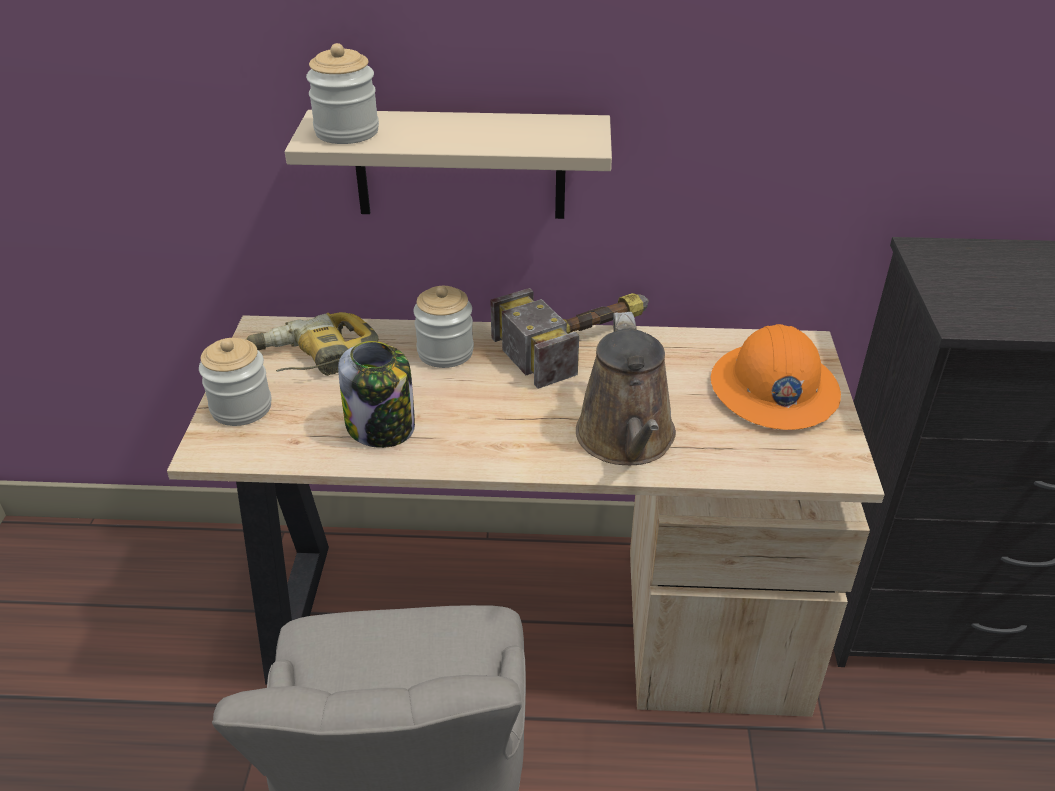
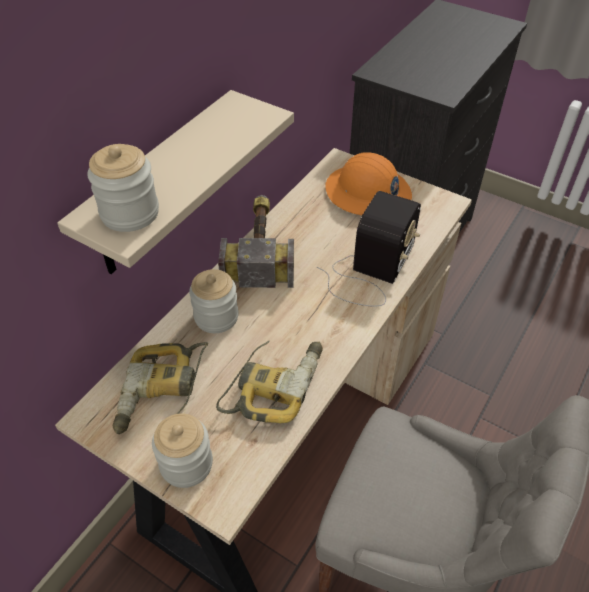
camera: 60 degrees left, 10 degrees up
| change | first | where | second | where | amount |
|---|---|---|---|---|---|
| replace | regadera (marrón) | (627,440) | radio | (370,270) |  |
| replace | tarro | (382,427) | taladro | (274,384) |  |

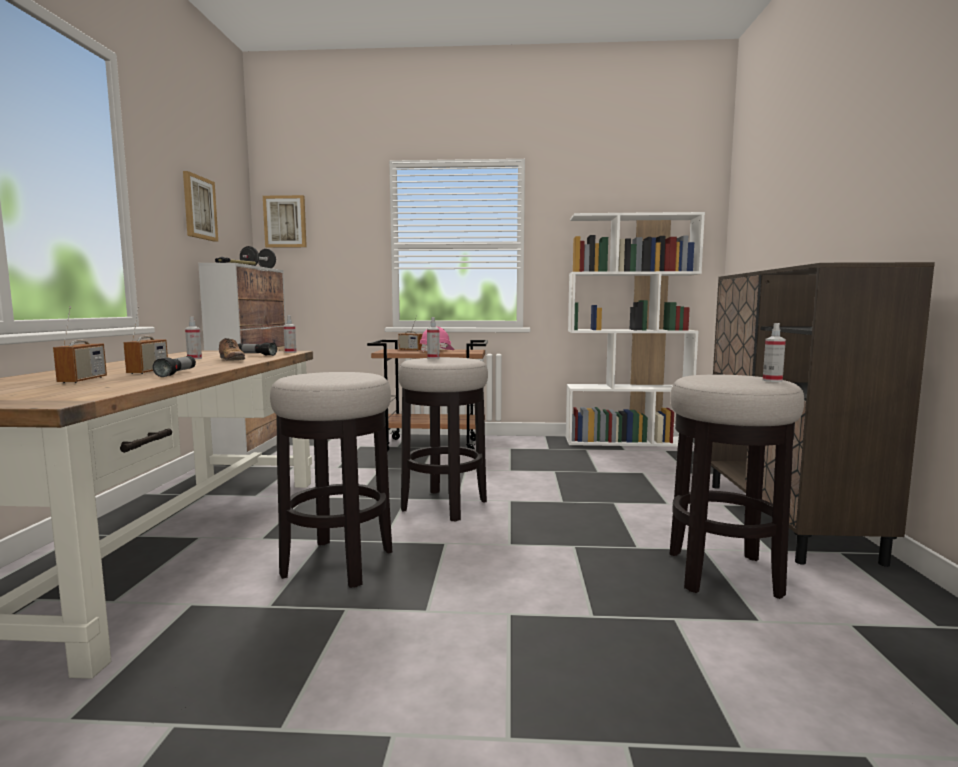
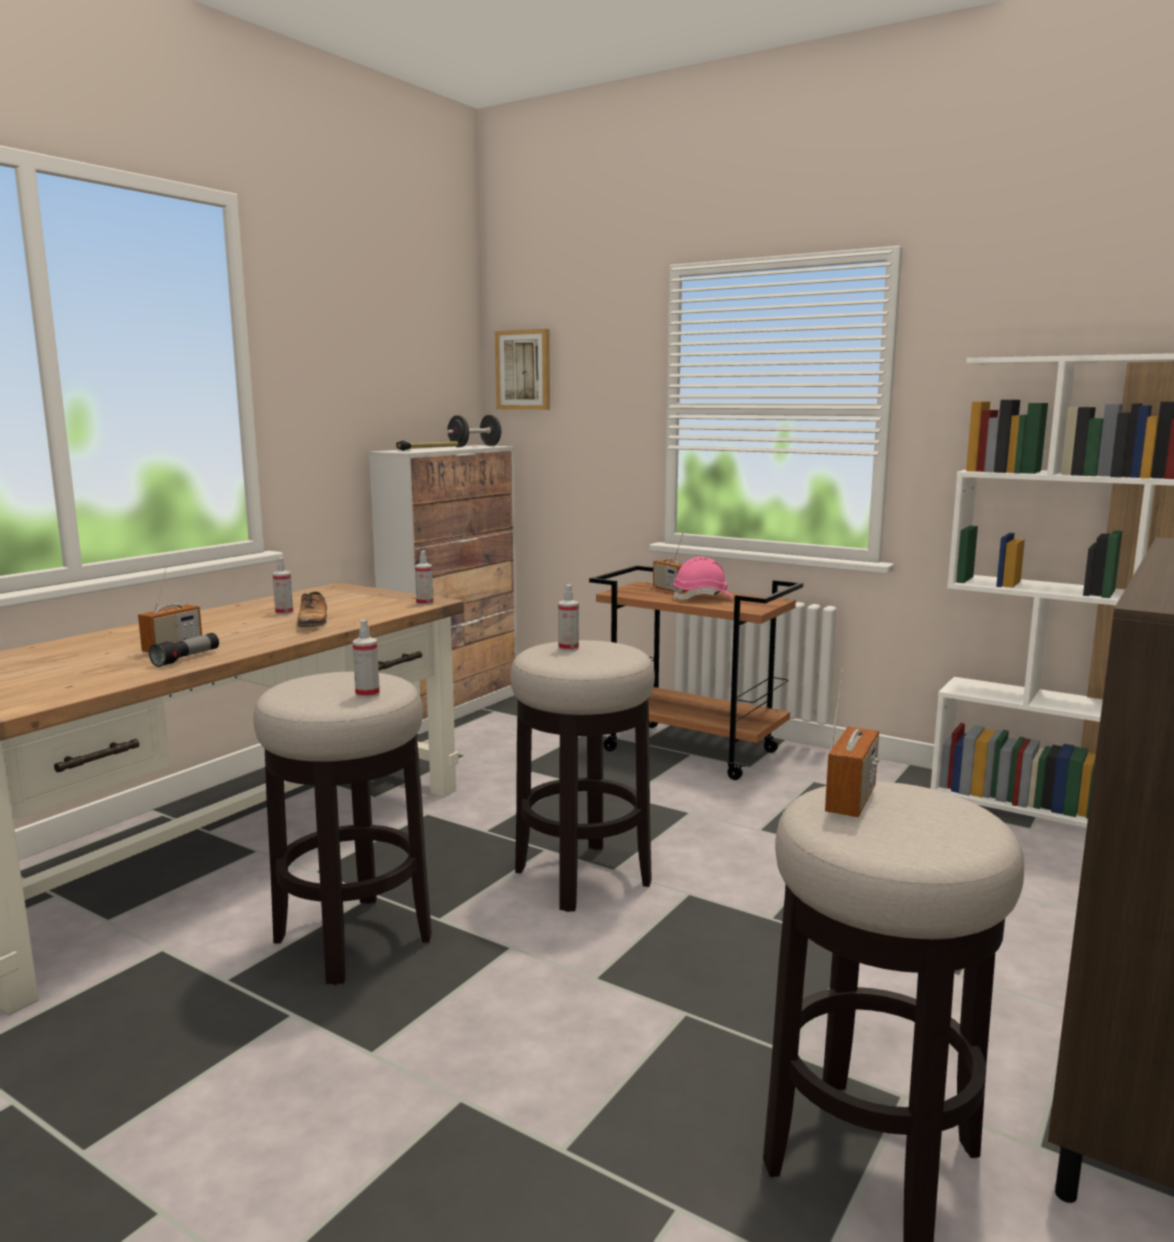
camera: 30 degrees right, 5 degrees up
| change | first | where | second | where | amount |
|---|---|---|---|---|---|
| delete | cuadro | (199,208) |  |  |  |
| move | radio | (83,380) |  | (850,800) |  |
| move | pulverizador | (772,380) |  | (367,694) |  |
| delete | linterna | (256,355) |  |  |  |

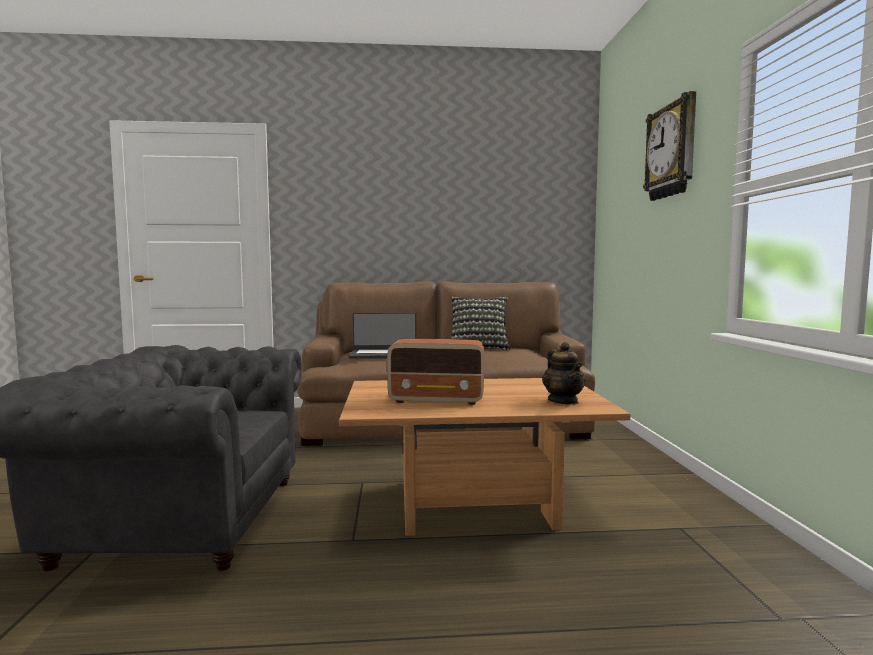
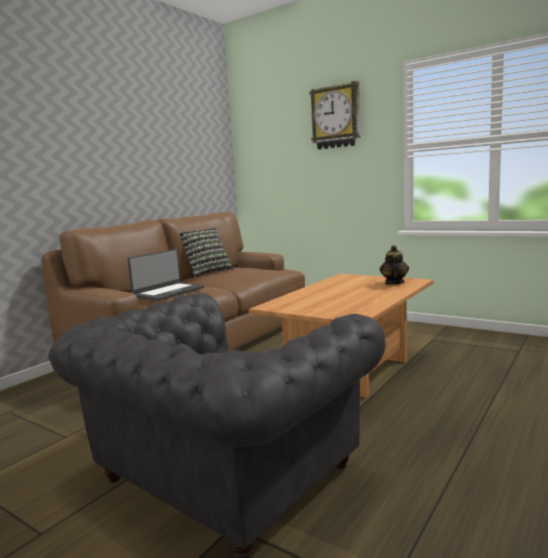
camera: 50 degrees left, 5 degrees up
| change | first | where | second | where | amount |
|---|---|---|---|---|---|
| delete | radio | (438,400) |  |  |  |
| rotate | tetera | (563,401) |  | (394,283) | 105 degrees counterclockwise |

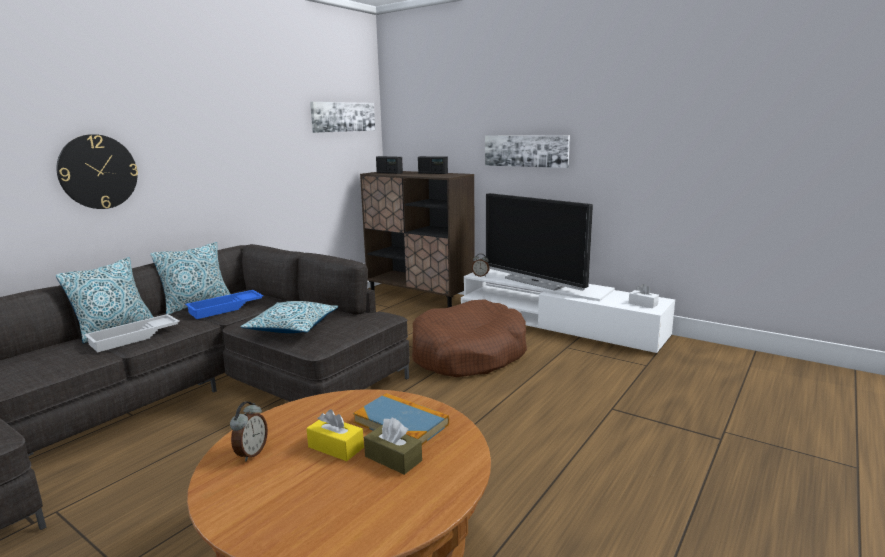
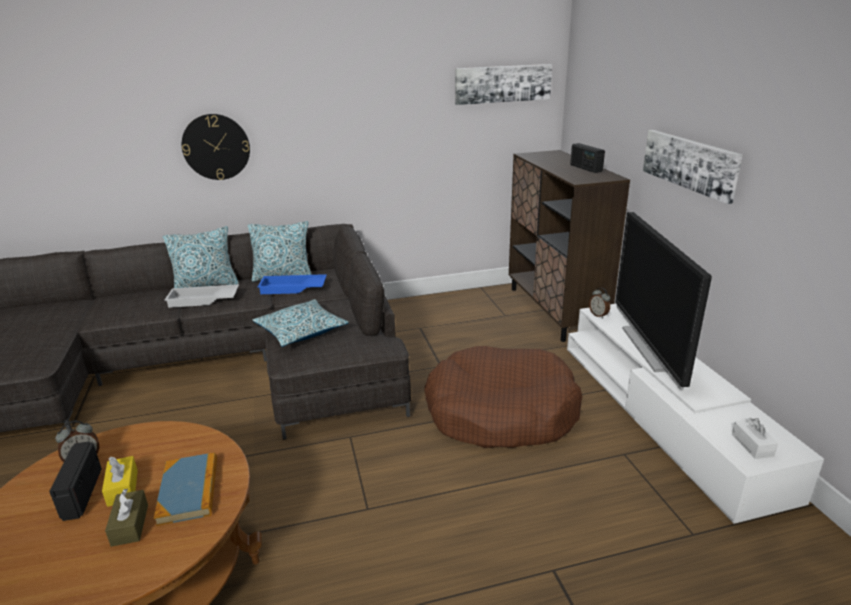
camera: 40 degrees right, 10 degrees up
| change | first | where | second | where | amount |
|---|---|---|---|---|---|
| move | radio | (389,173) |  | (81,494) |  |

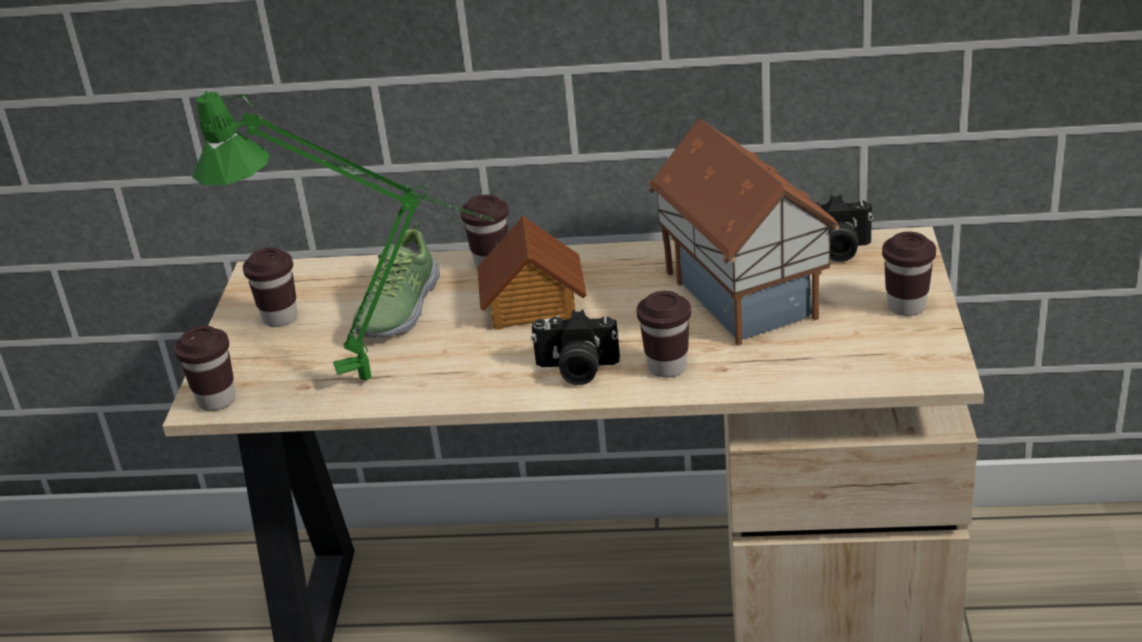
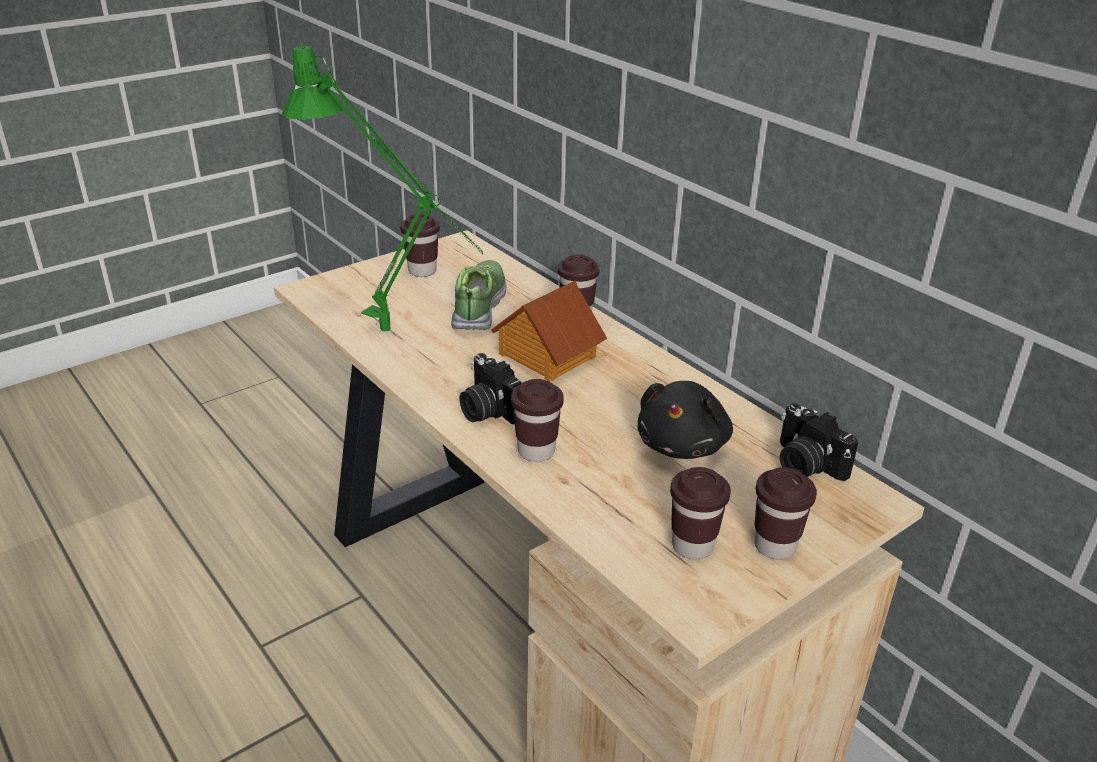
camera: 45 degrees right, 0 degrees up
| change | first | where | second | where | amount |
|---|---|---|---|---|---|
| replace | casita | (745,292) | peluche (negro) | (683,445) |  |
| rotate | zapato | (397,309) |  | (479,306) | 120 degrees clockwise |
| move | taza (marrón) | (216,400) |  | (692,546) |  |

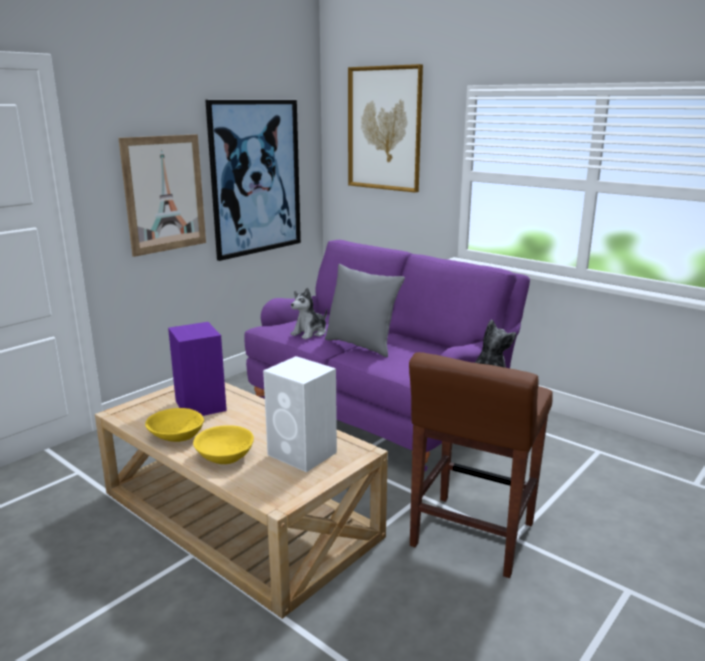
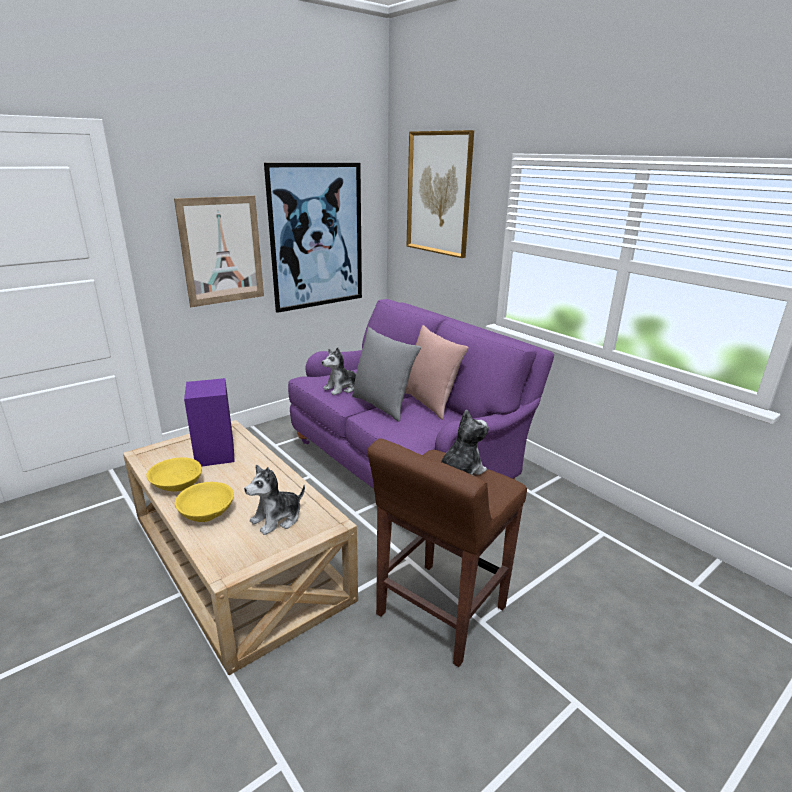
camera: 10 degrees right, 5 degrees up
| change | first | where | second | where | amount |
|---|---|---|---|---|---|
| replace | altavoz (blanco) | (303,454) | peluche | (277,519) |  |
| insert |  |  | cojín (rosa) | (430,403) |  |

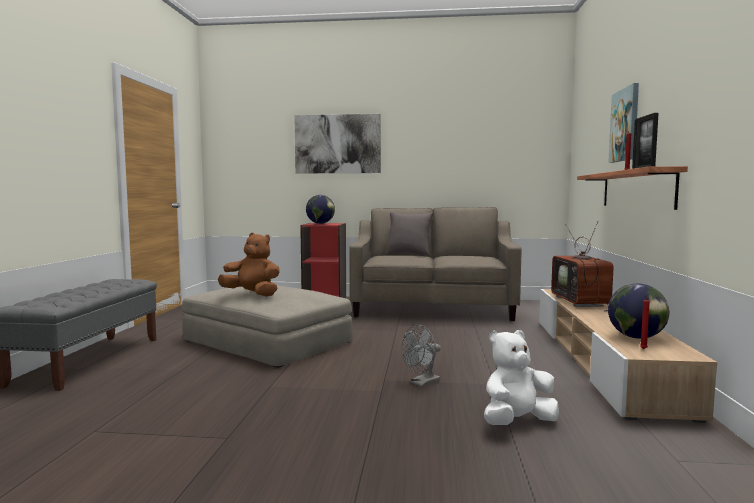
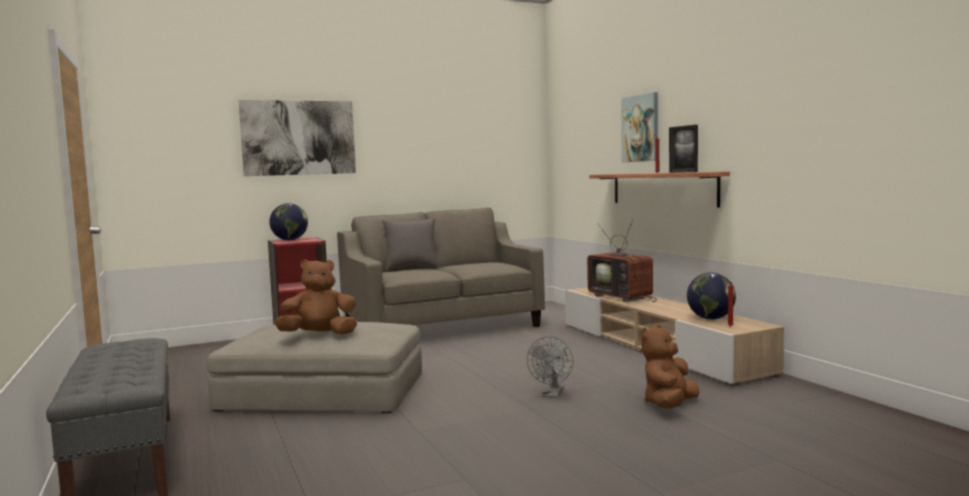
camera: 30 degrees left, 0 degrees up
| change | first | where | second | where | amount |
|---|---|---|---|---|---|
| recolor | peluche (blanco) | (517,422) | peluche (marrón) | (669,405) |  |

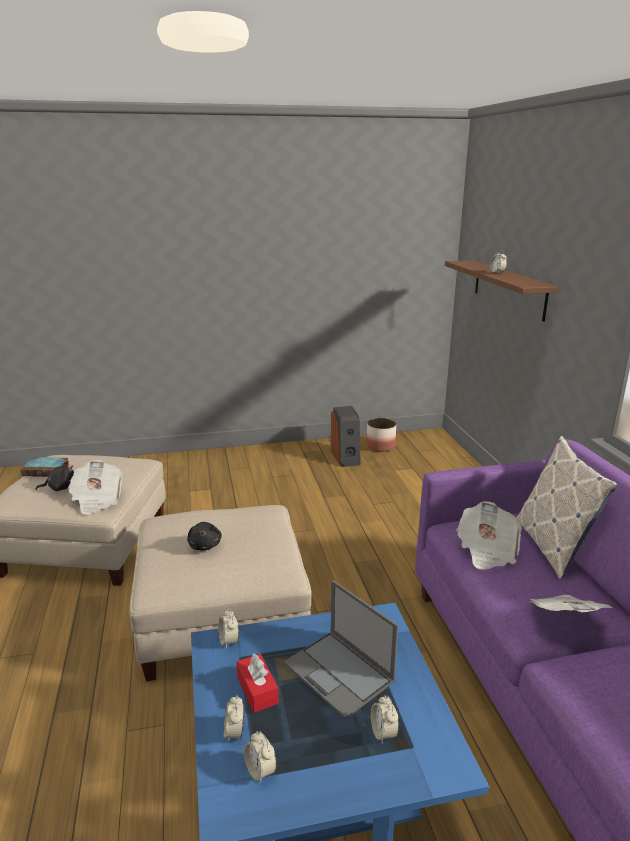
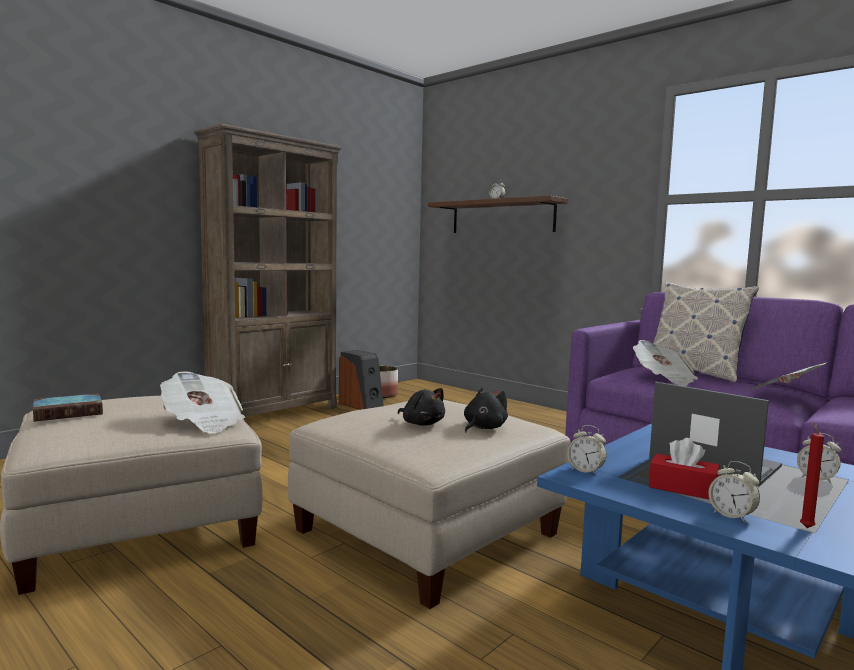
camera: 35 degrees left, 15 degrees down
| change | first | where | second | where | amount |
|---|---|---|---|---|---|
| move | peluche (negro) | (60,488) |  | (483,428) |  |
| rotate | portátil | (340,673) |  | (712,462) | 150 degrees counterclockwise |
| replace | despertador | (260,770) | vela (rojo) | (806,527) |  |
| insert |  |  | estantería (marrón) | (275,413) |  |

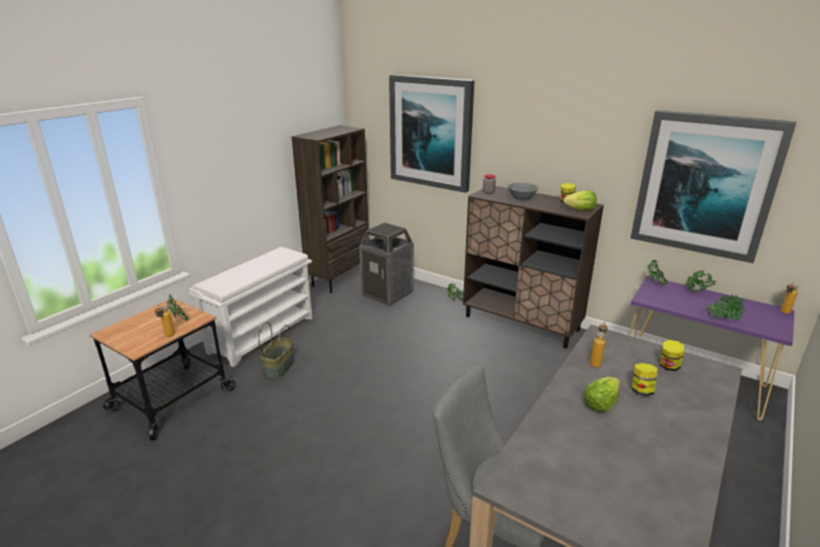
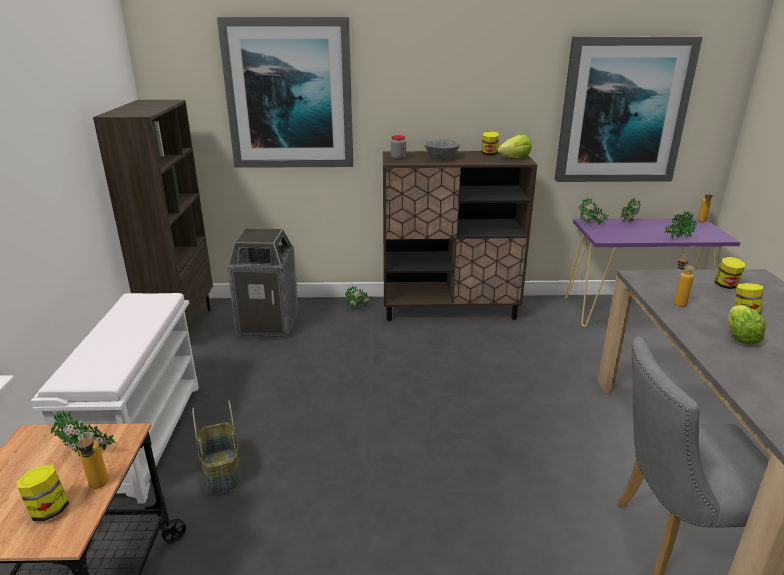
camera: 35 degrees left, 0 degrees up
| change | first | where | second | where | amount |
|---|---|---|---|---|---|
| insert |  |  | tarro | (49,510) |  |

